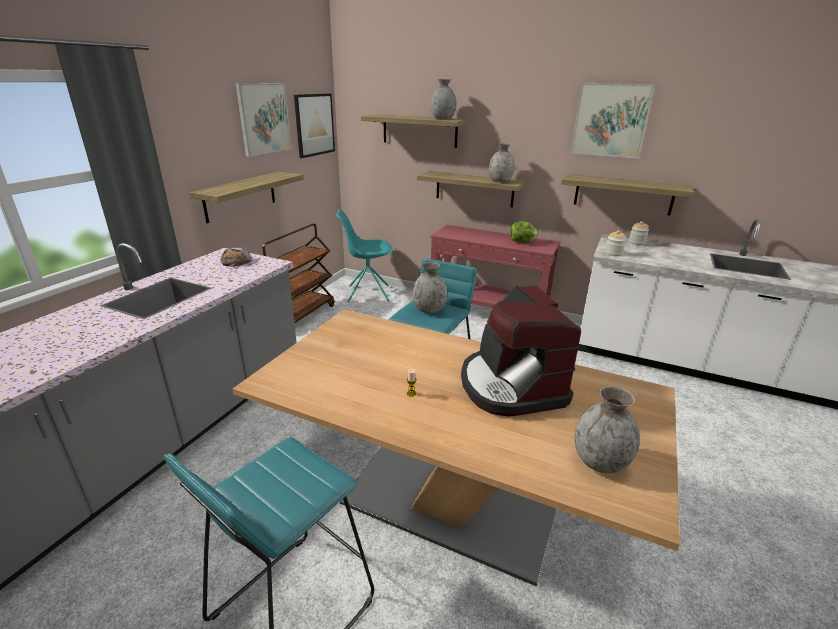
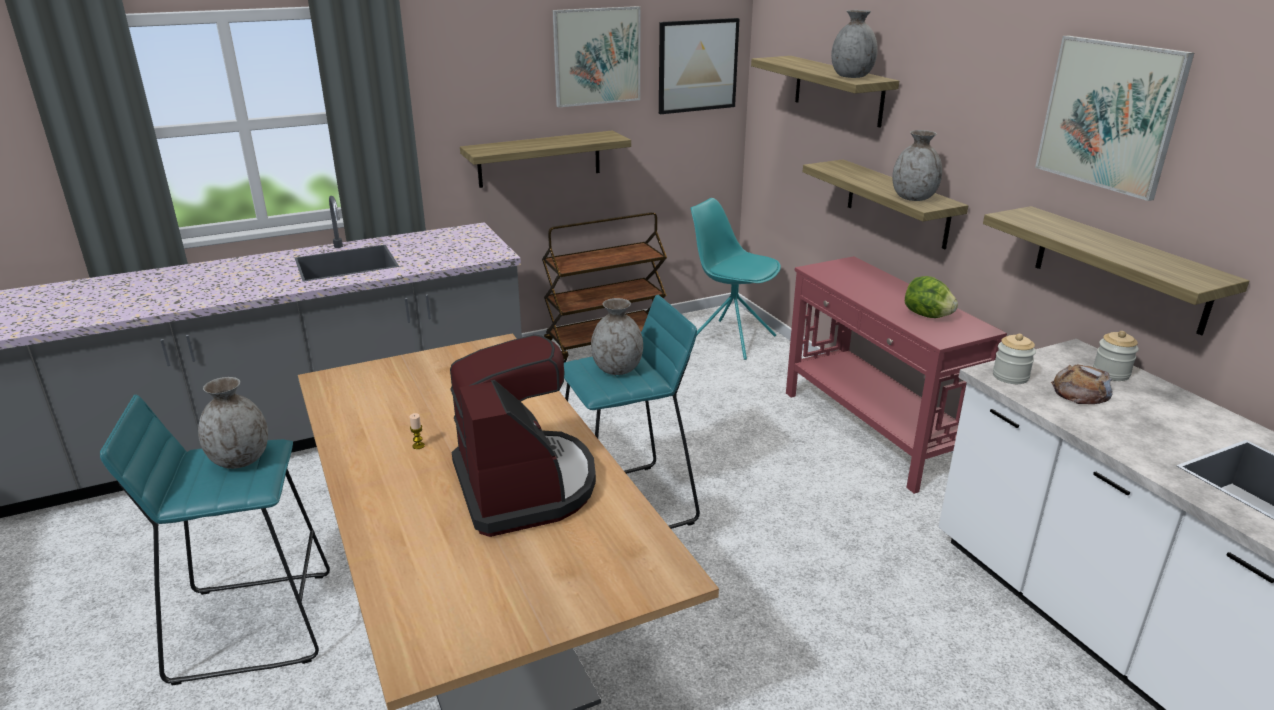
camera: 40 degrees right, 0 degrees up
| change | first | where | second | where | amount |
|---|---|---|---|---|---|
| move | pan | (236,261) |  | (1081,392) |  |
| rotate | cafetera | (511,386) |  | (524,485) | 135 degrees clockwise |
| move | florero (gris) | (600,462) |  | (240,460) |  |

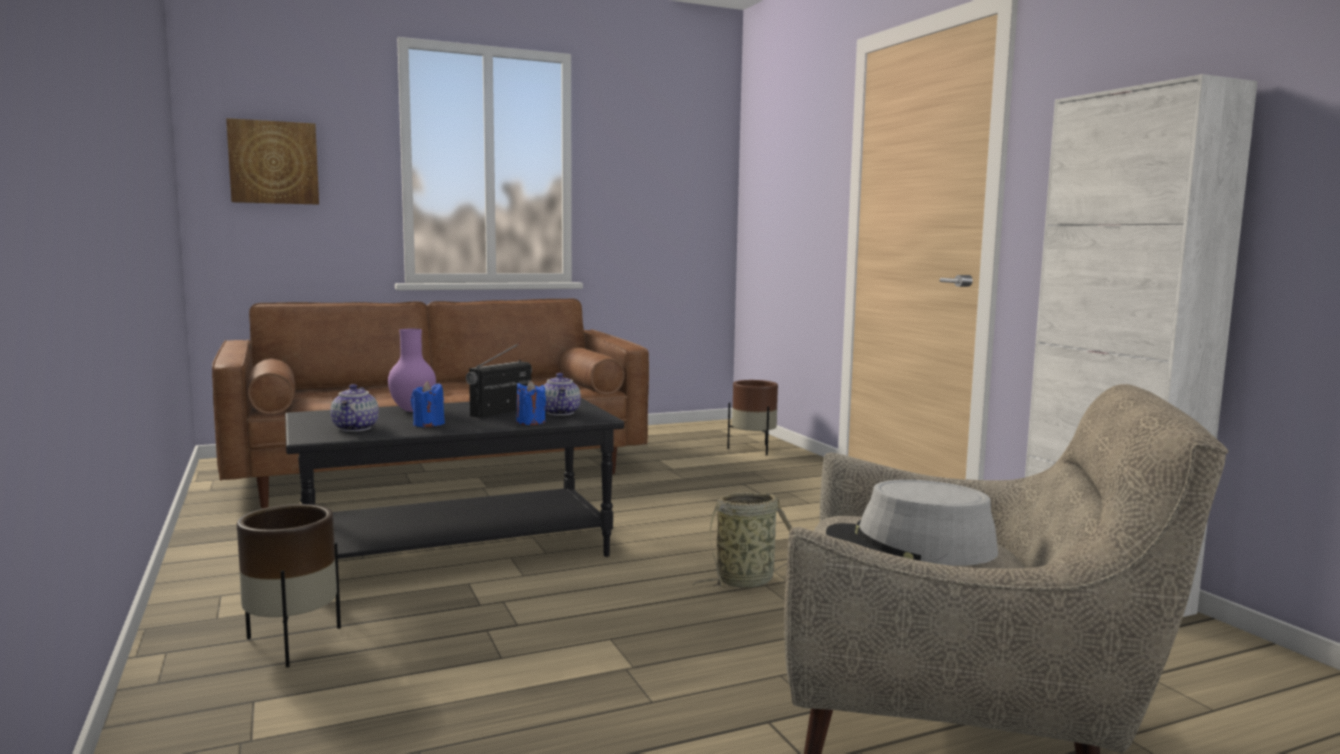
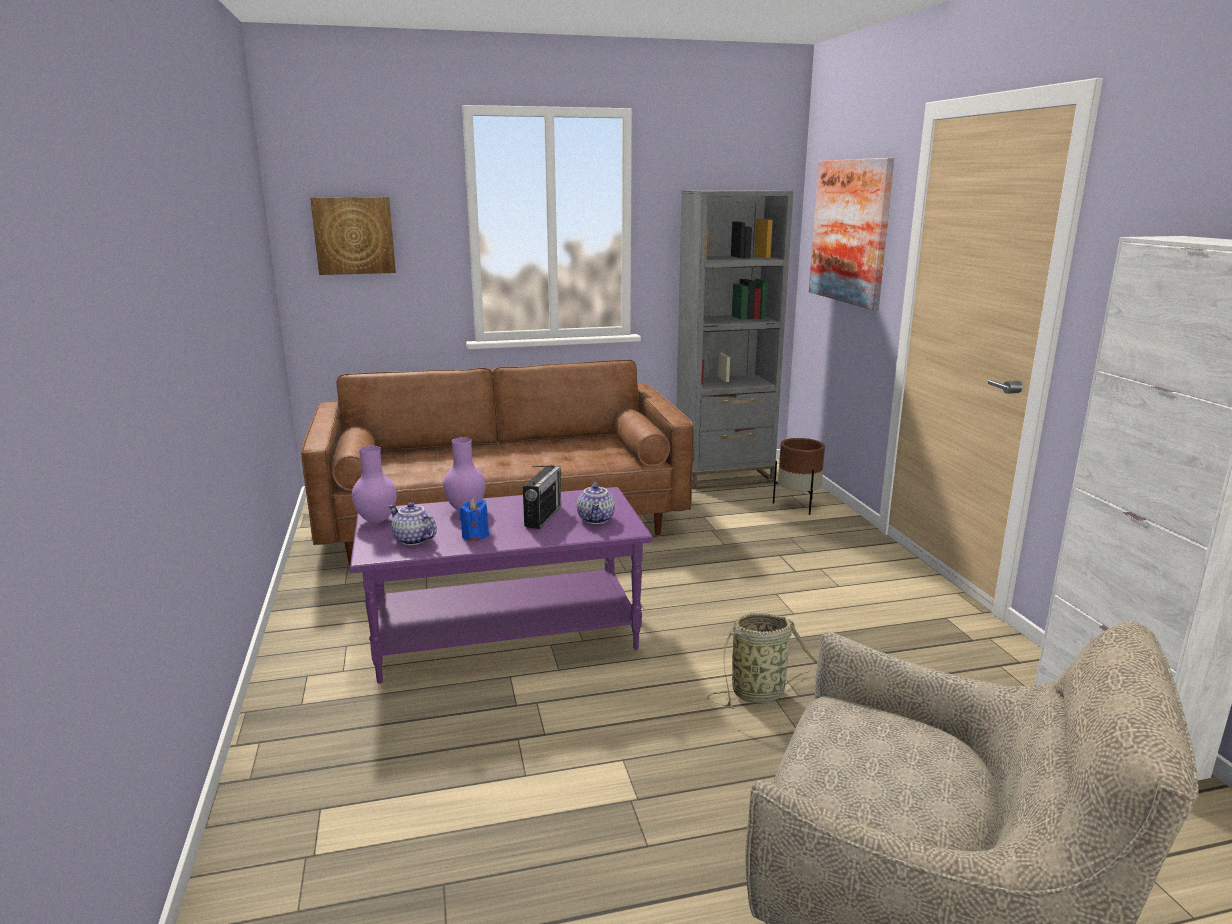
camera: 10 degrees right, 10 degrees up
| change | first | where | second | where | amount |
|---|---|---|---|---|---|
| rotate | radio | (501,412) |  | (543,516) | 150 degrees clockwise |
| delete | vela (azul) | (531,422) |  |  |  |
| rotate | tetera | (356,428) |  | (412,540) | 120 degrees clockwise |
| recolor | mesa de centro (negro) | (458,551) | mesa de centro (morado) | (506,633) |  |
| delete | sombrero (gris) | (910,546) |  |  |  |
| delete | maceta (marrón) | (293,643) |  |  |  |
| insert |  |  | cuadro | (850,231) |  |
| insert |  |  | estantería (gris) | (723,476) |  |
| insert |  |  | florero (morado) | (376,521) |  |

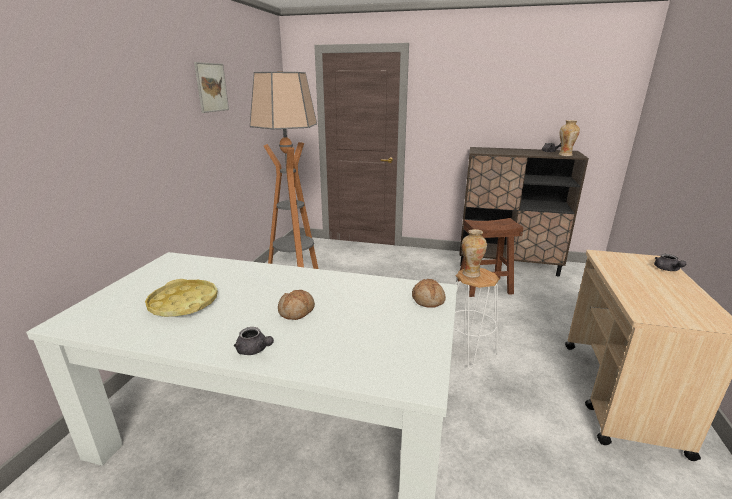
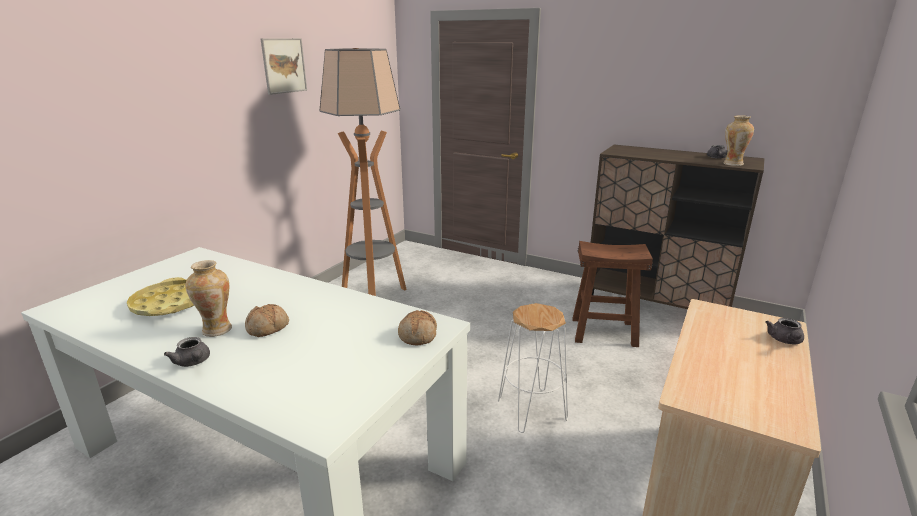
camera: 15 degrees right, 0 degrees up
| change | first | where | second | where | amount |
|---|---|---|---|---|---|
| move | florero | (470,273) |  | (217,329) |  |

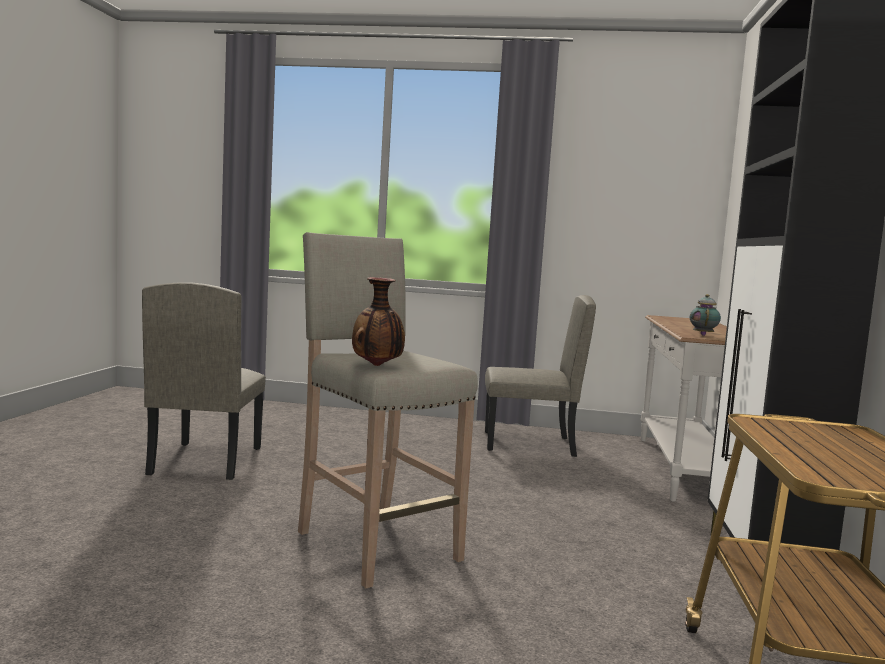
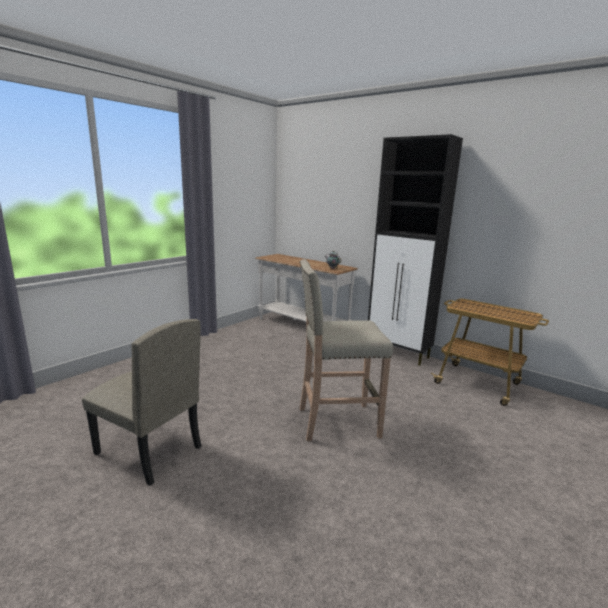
camera: 60 degrees left, 10 degrees up
| change | first | where | second | where | amount |
|---|---|---|---|---|---|
| delete | florero | (377,365) |  |  |  |
| delete | silla (beis) | (528,444) |  |  |  |

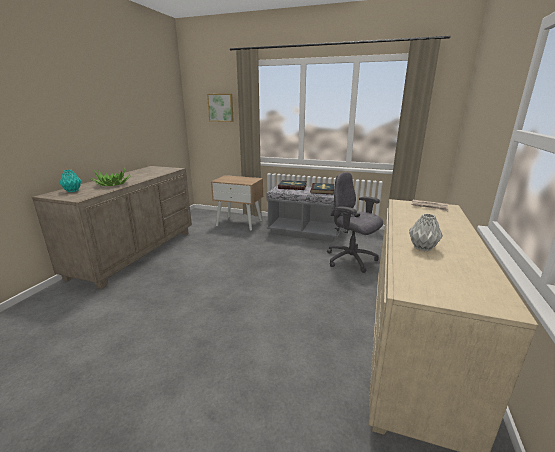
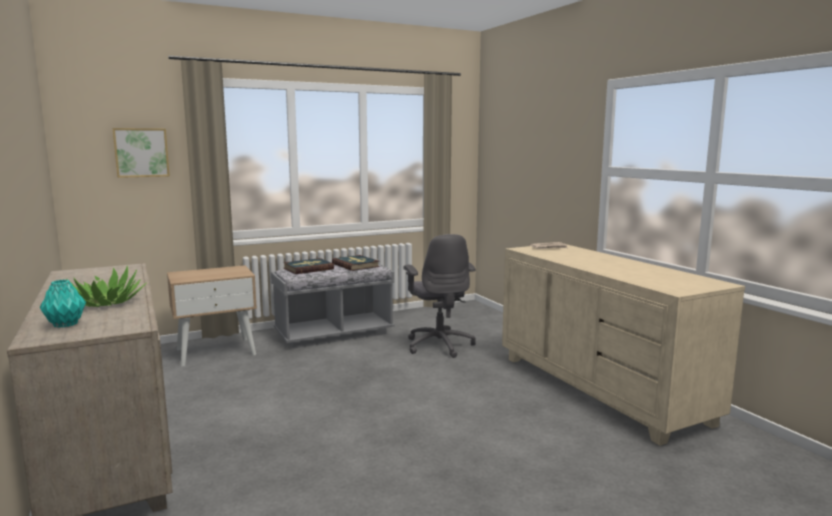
camera: 45 degrees left, 10 degrees down
| change | first | where | second | where | amount |
|---|---|---|---|---|---|
| rotate | silla de oficina (gris) | (351,260) |  | (439,345) | 105 degrees counterclockwise |
| delete | florero (gris) | (422,247) |  |  |  |

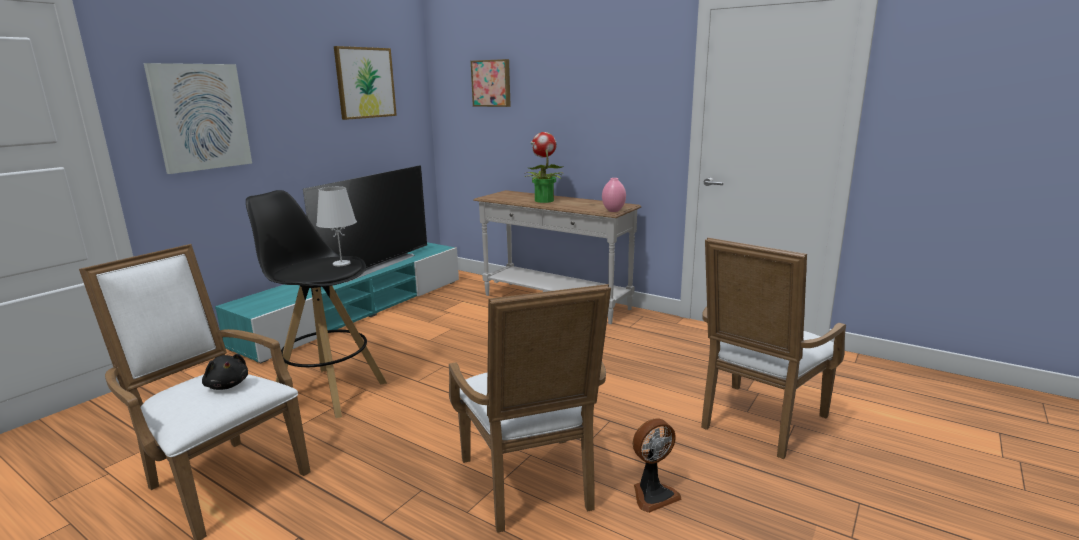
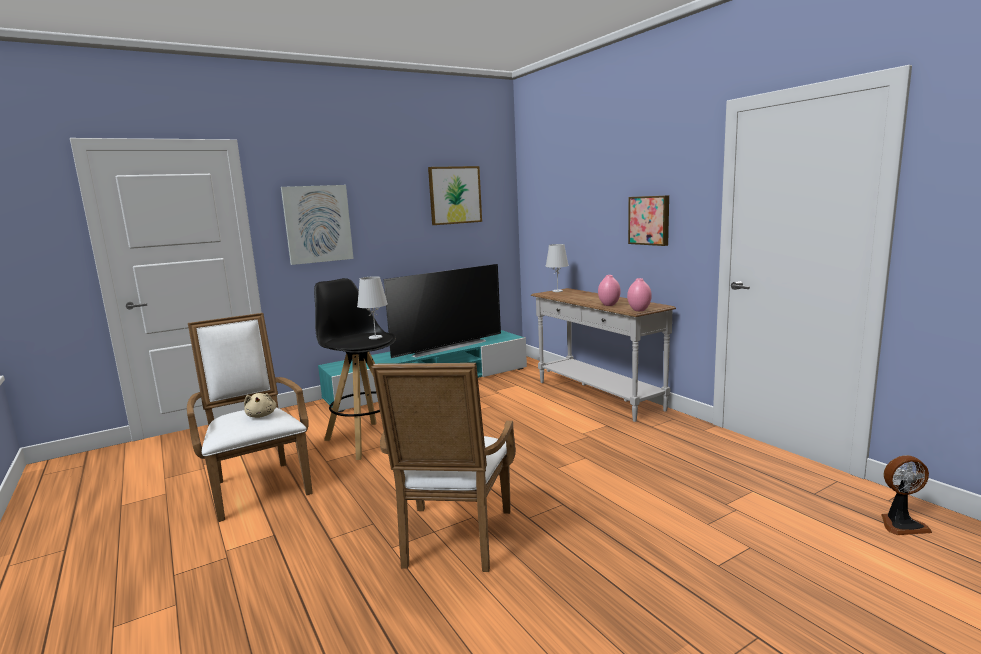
camera: 25 degrees right, 5 degrees down
| change | first | where | second | where | amount |
|---|---|---|---|---|---|
| move | cuadro | (492,83) |  | (650,220) |  |
| delete | planta en maceta | (543,200) |  |  |  |
| delete | sillón (blanco) | (757,423) |  |  |  |
| recolor | peluche (negro) | (227,385) | peluche (beis) | (261,415) |  |
| move | ventilador | (653,494) |  | (901,524) |  |
| insert |  |  | lámpara de mesa (blanco) | (557,291) |  |
| insert |  |  | florero (rosa) | (609,305) |  |

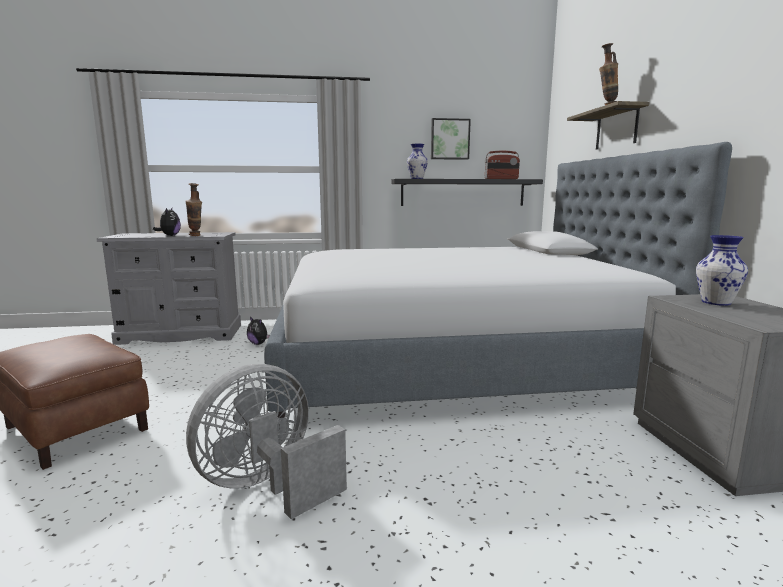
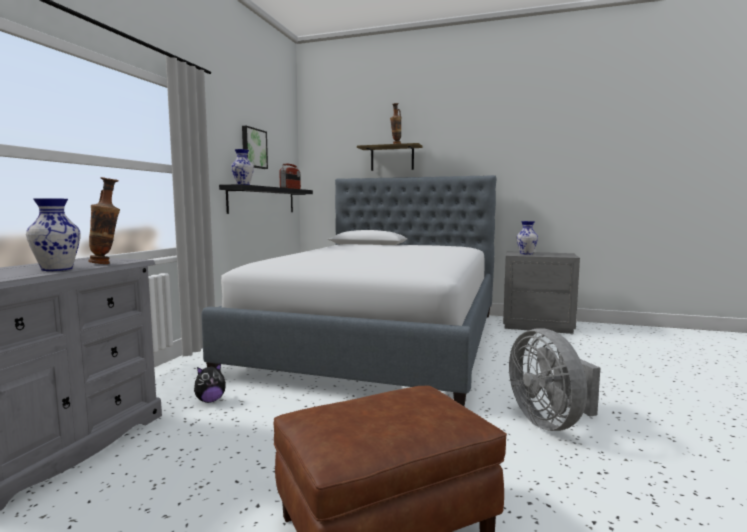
camera: 65 degrees left, 5 degrees down
| change | first | where | second | where | amount |
|---|---|---|---|---|---|
| replace | peluche | (170,235) | florero | (56,269) |  |

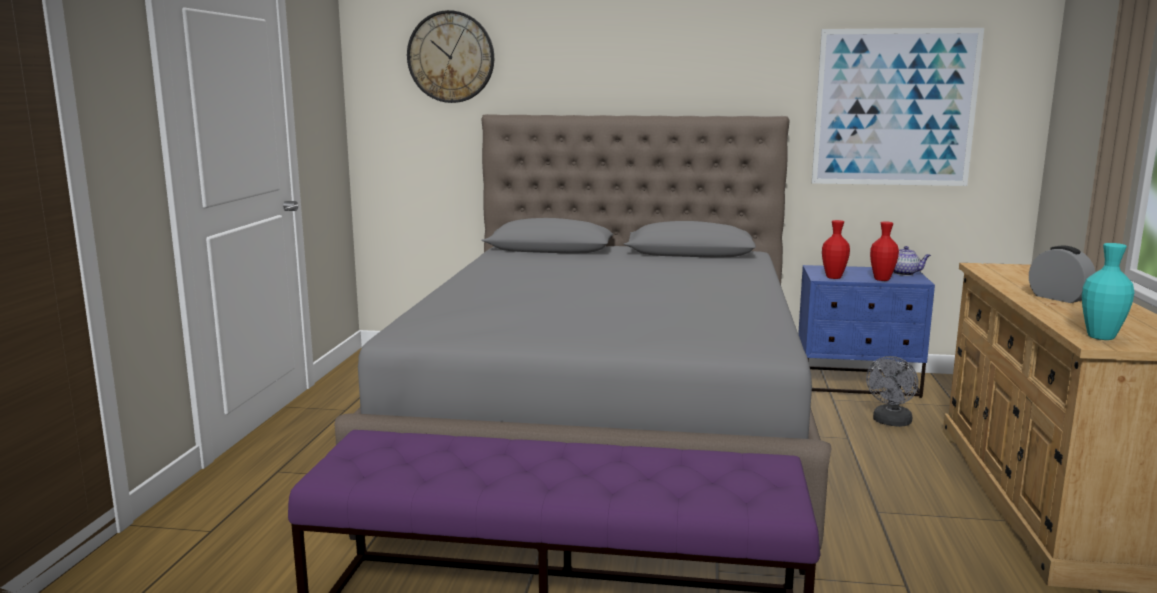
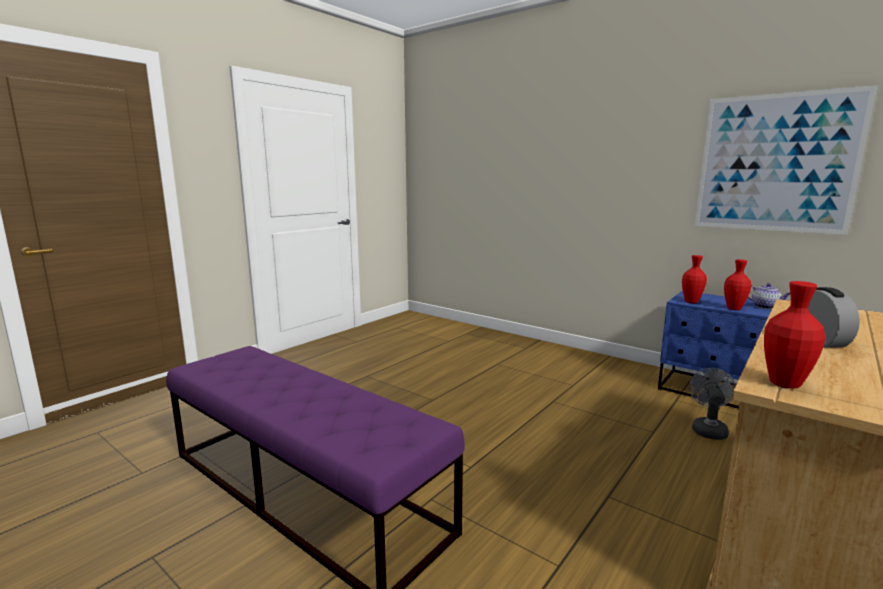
camera: 30 degrees right, 0 degrees up
| change | first | where | second | where | amount |
|---|---|---|---|---|---|
| delete | reloj de pared | (451,57) |  |  |  |
| delete | cama (gris) | (608,434) |  |  |  |
| recolor | florero (turquesa) | (1100,337) | florero (rojo) | (784,384) |  |
| rotate | ventilador (gris) | (890,422) |  | (708,429) | 135 degrees clockwise |

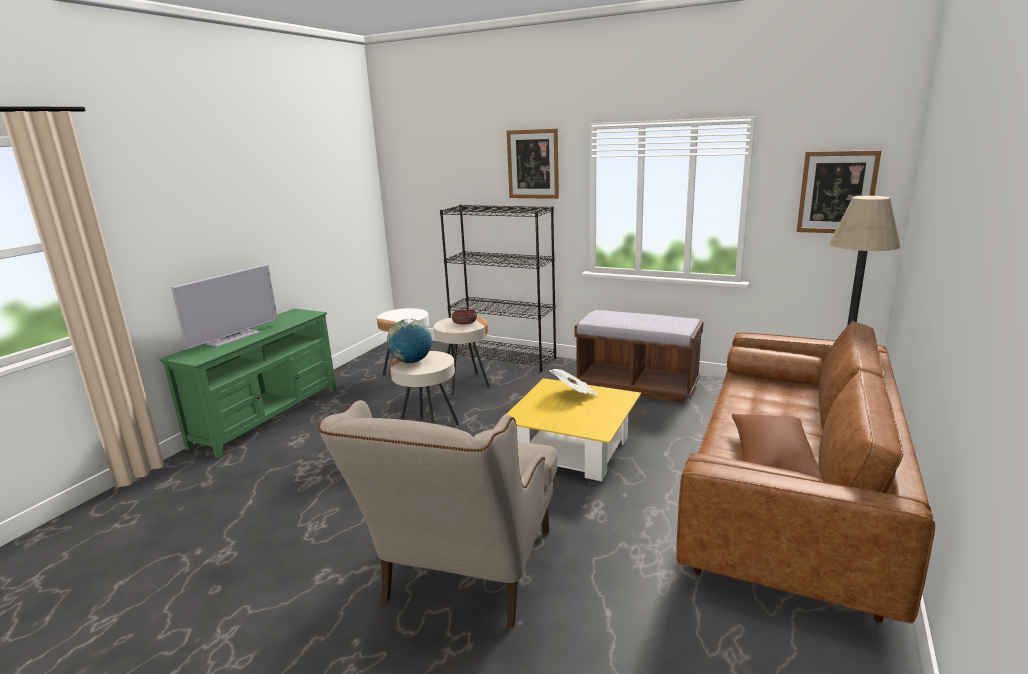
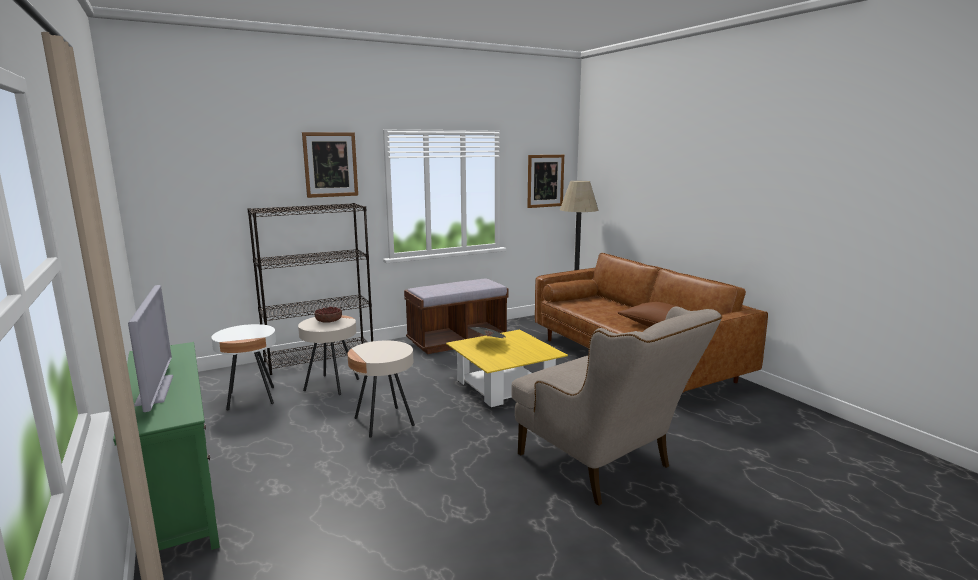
camera: 55 degrees left, 5 degrees down
| change | first | where | second | where | amount |
|---|---|---|---|---|---|
| delete | globo terráqueo | (411,361) |  |  |  |

